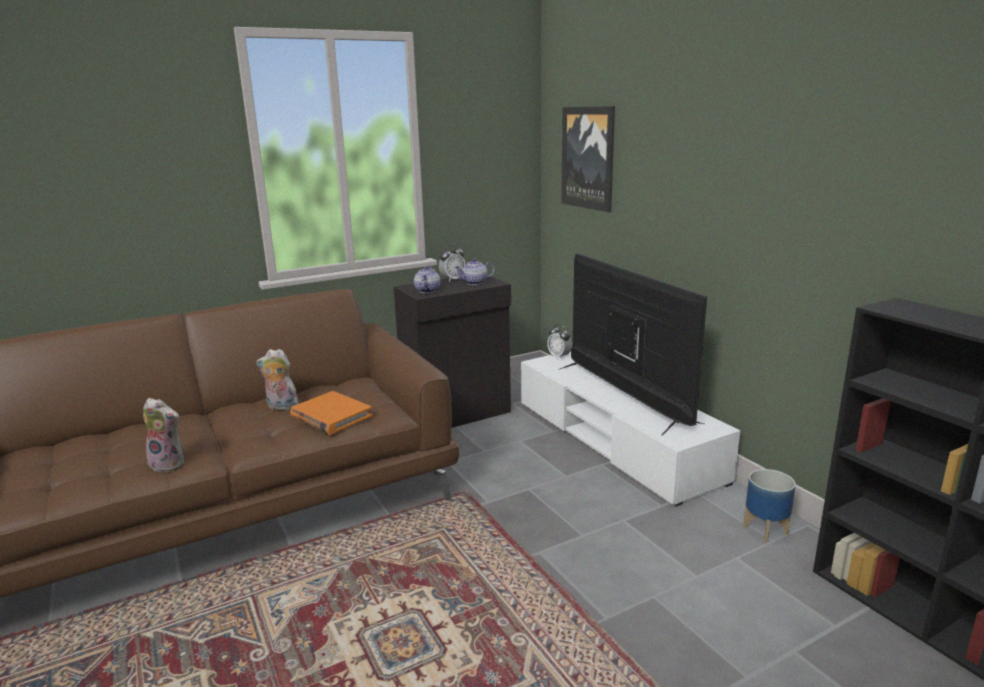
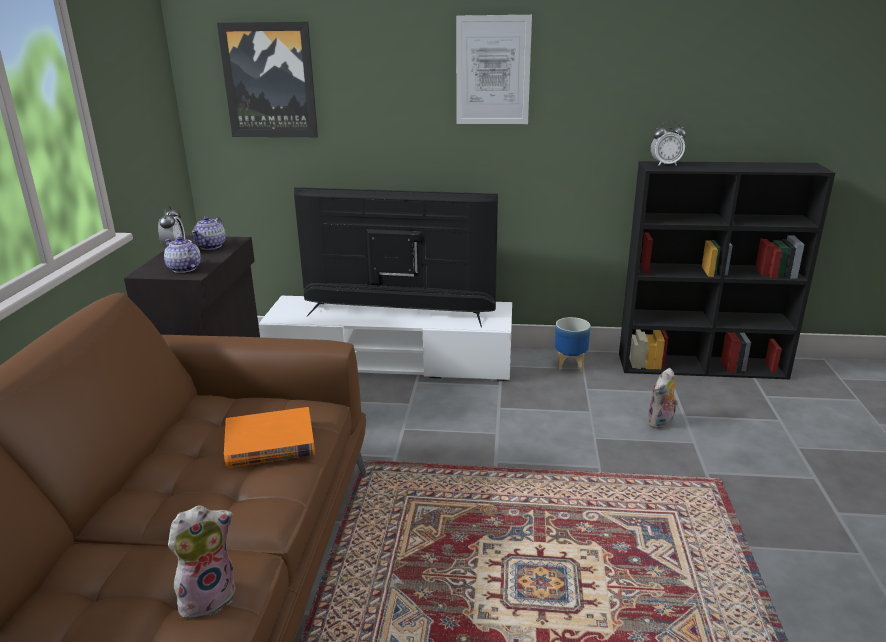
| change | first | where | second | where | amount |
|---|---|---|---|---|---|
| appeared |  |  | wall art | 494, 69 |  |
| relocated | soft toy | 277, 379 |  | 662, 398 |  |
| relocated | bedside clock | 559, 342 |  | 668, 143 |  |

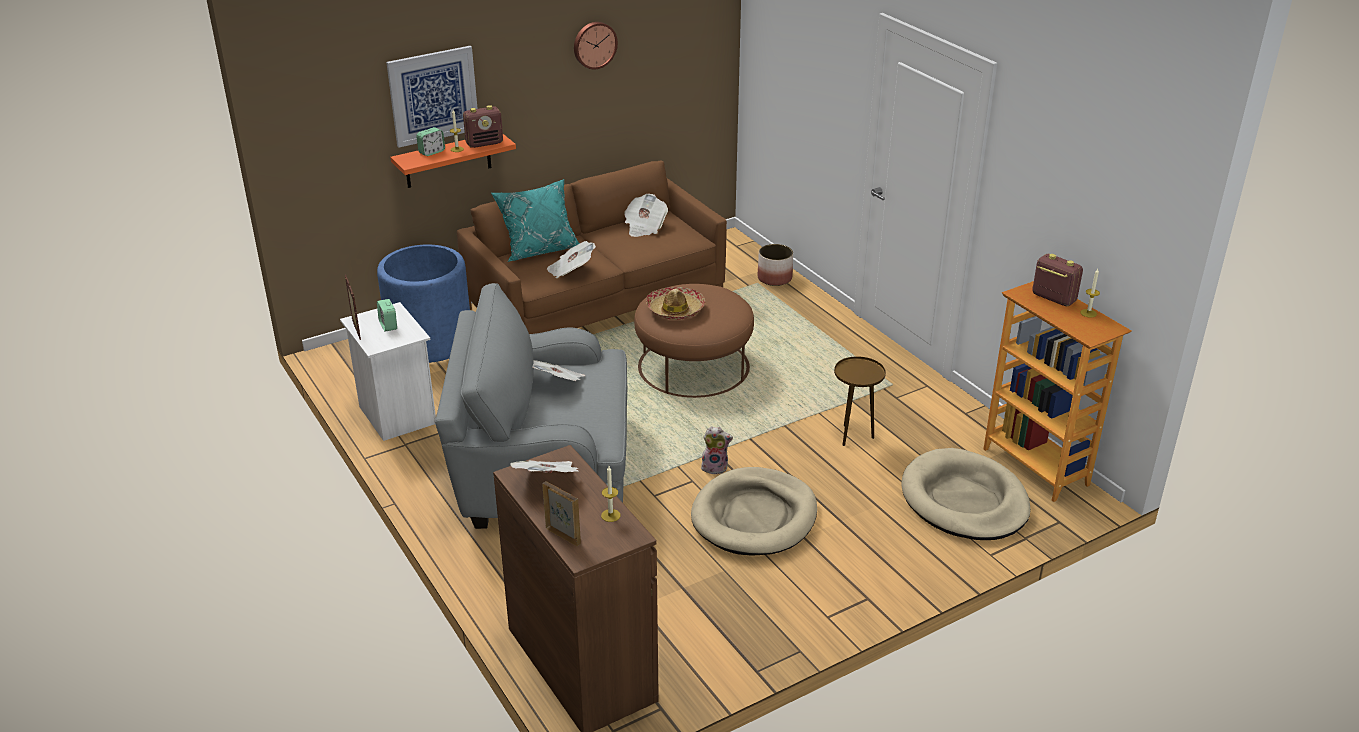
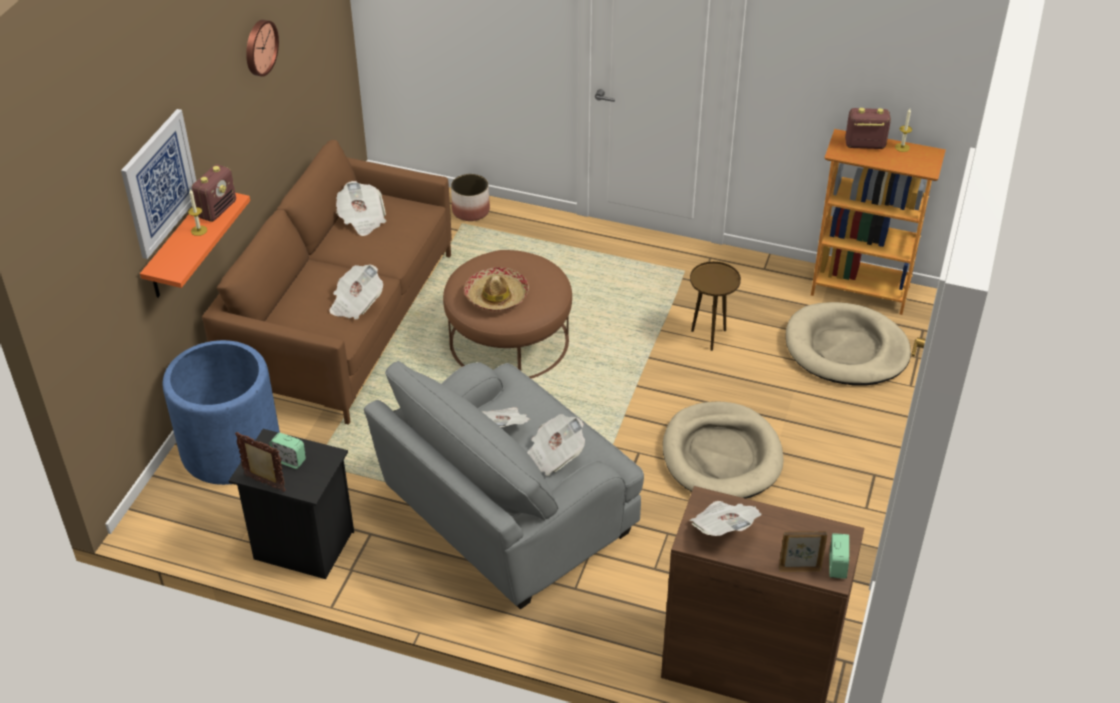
| change | first | where | second | where | amount |
|---|---|---|---|---|---|
| colour | bedside table in white-coloured | 388, 371 | bedside table in black-coloured | 291, 504 |  |
| appeared |  |  | printed paper | 556, 445 |  |
| relocated | bedside clock | 430, 141 |  | 839, 556 |  |
| missing | cushion in turquoise | 535, 220 |  |  |  |
| missing | candle | 611, 494 |  |  |  |
| missing | soft toy | 717, 450 |  |  |  |

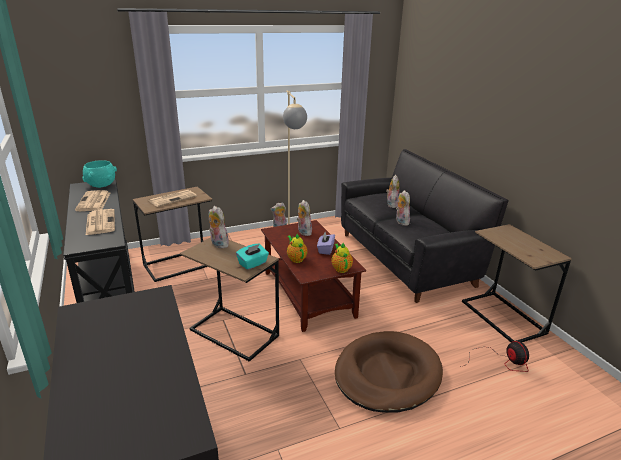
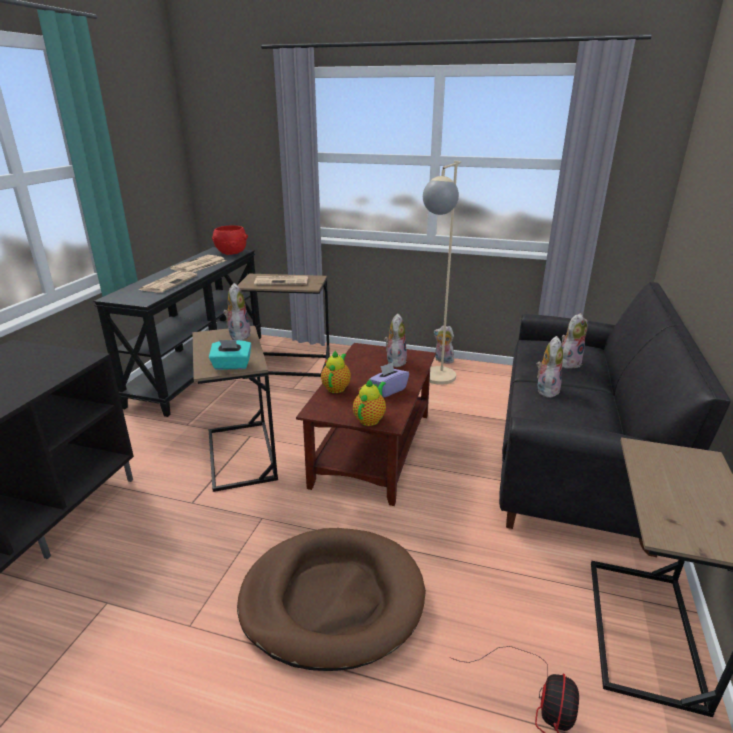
| change | first | where | second | where | amount |
|---|---|---|---|---|---|
| colour | bowl in turquoise | 99, 174 | bowl in reddish | 230, 240 |  |

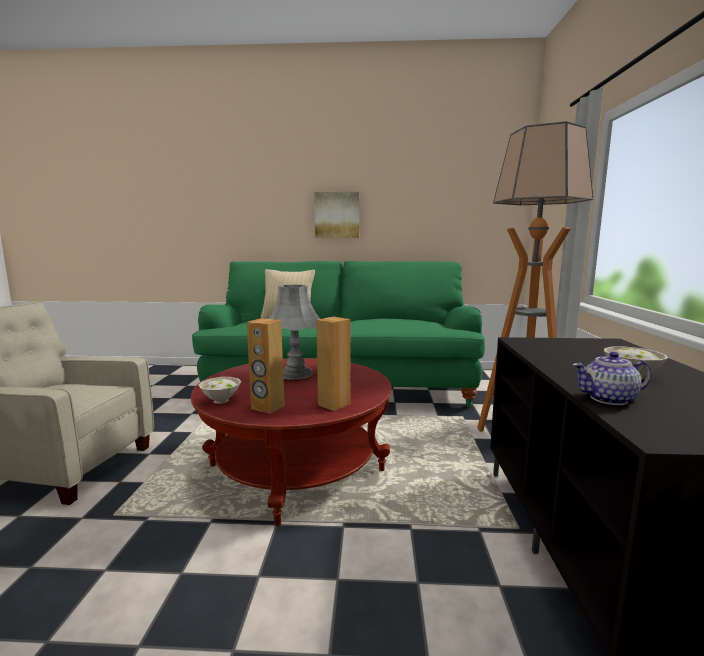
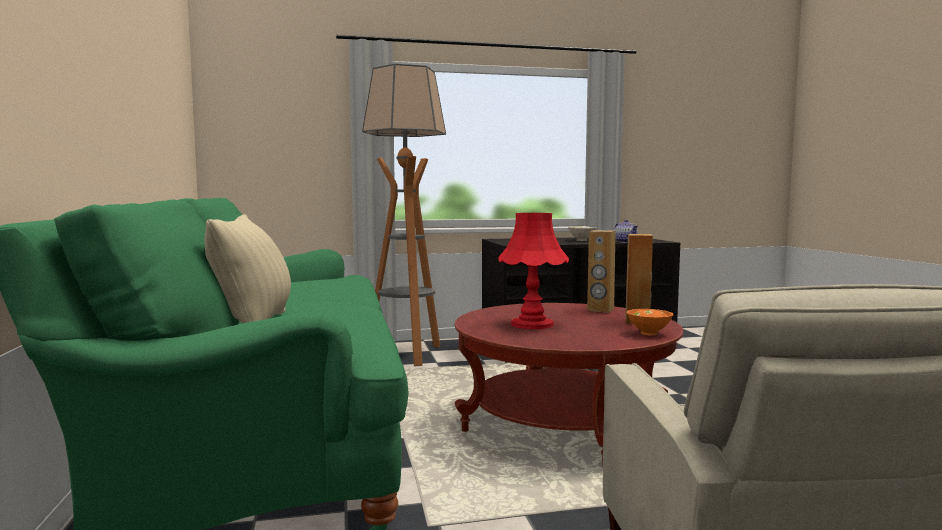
| change | first | where | second | where | amount |
|---|---|---|---|---|---|
| colour | table lamp in grey | 294, 332 | table lamp in reddish | 533, 271 |  |
| colour | bowl in white-coloured | 220, 390 | bowl in orangey | 650, 322 |  |
| missing | wall art | 336, 215 |  |  |  |

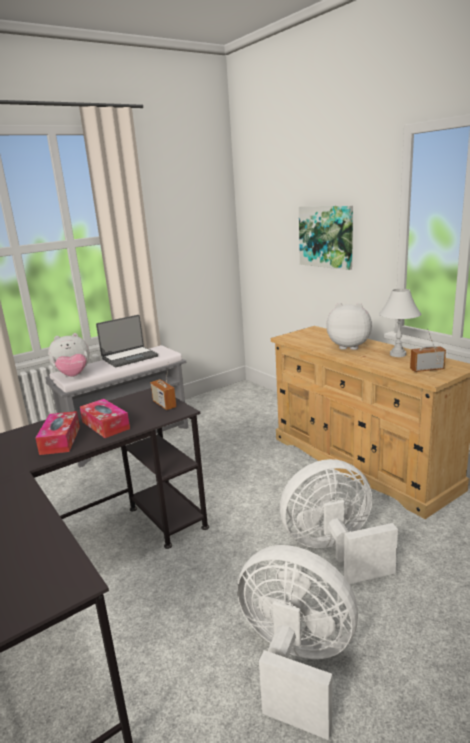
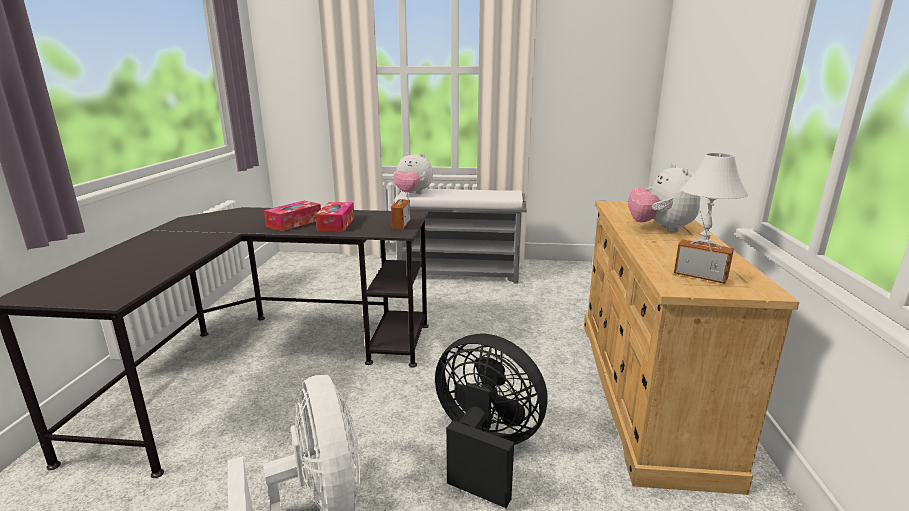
| change | first | where | second | where | amount |
|---|---|---|---|---|---|
| colour | fan in white-coloured | 339, 521 | fan in black-coloured | 491, 421 |  |
| spun | soft toy | 349, 326 |  | 664, 197 | 150 degrees counterclockwise |
| missing | portable computer | 127, 341 |  |  |  |
| missing | wall art | 326, 238 |  |  |  |

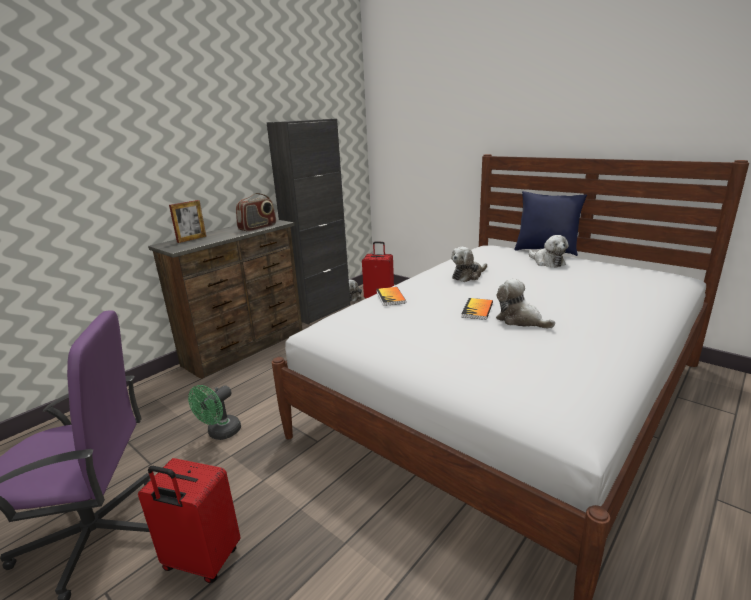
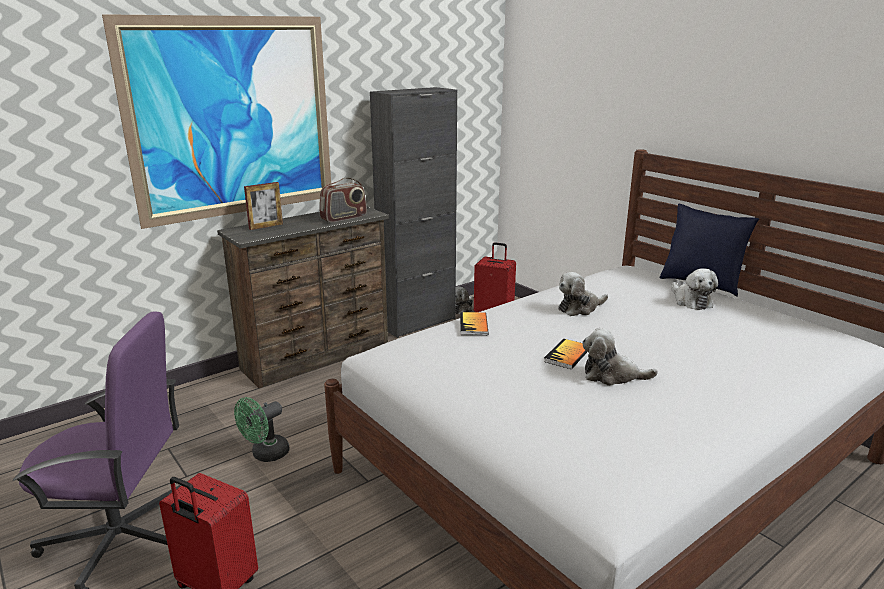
| change | first | where | second | where | amount |
|---|---|---|---|---|---|
| appeared |  |  | wall art | 216, 121 |  |
| spun | soft toy | 525, 304 |  | 620, 357 | 45 degrees counterclockwise |

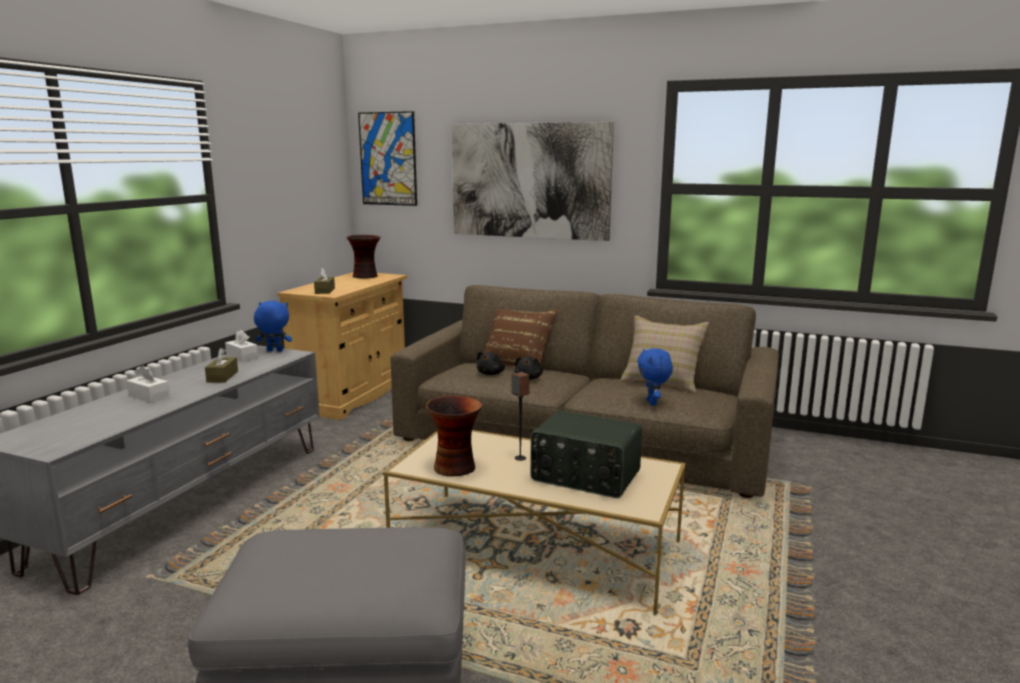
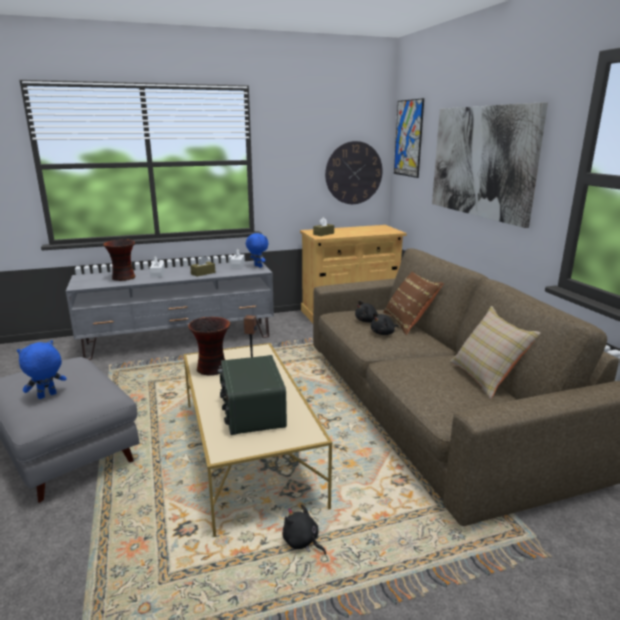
| change | first | where | second | where | amount |
|---|---|---|---|---|---|
| relocated | soft toy in blue-coloured | 655, 377 |  | 42, 369 |  |
| relocated | vase | 363, 256 |  | 119, 260 |  |
| appeared |  |  | soft toy in black-coloured | 304, 529 |  |
| appeared |  |  | wall clock | 354, 172 |  |

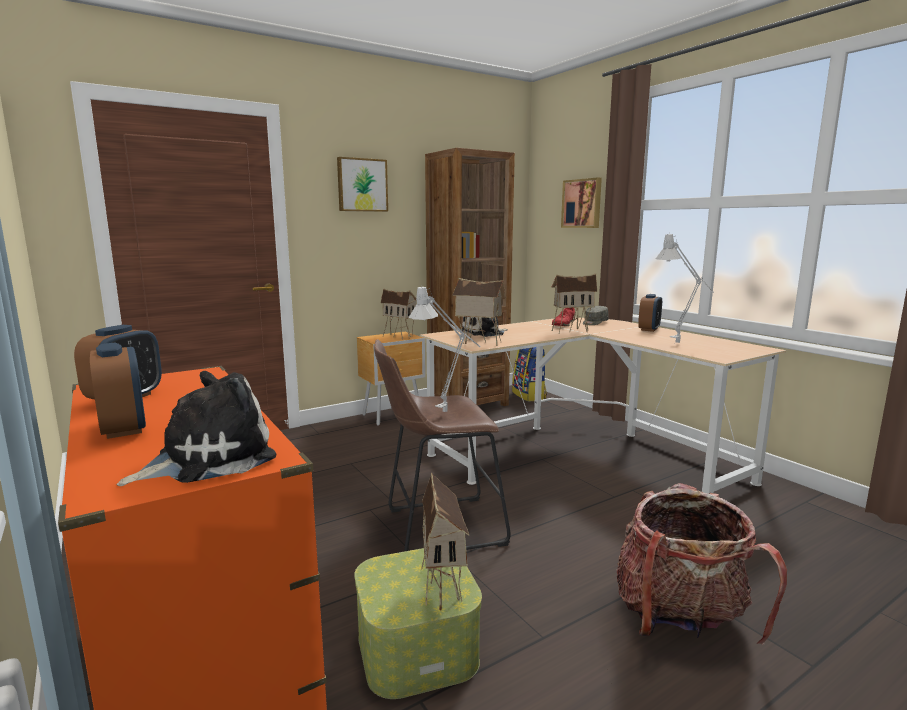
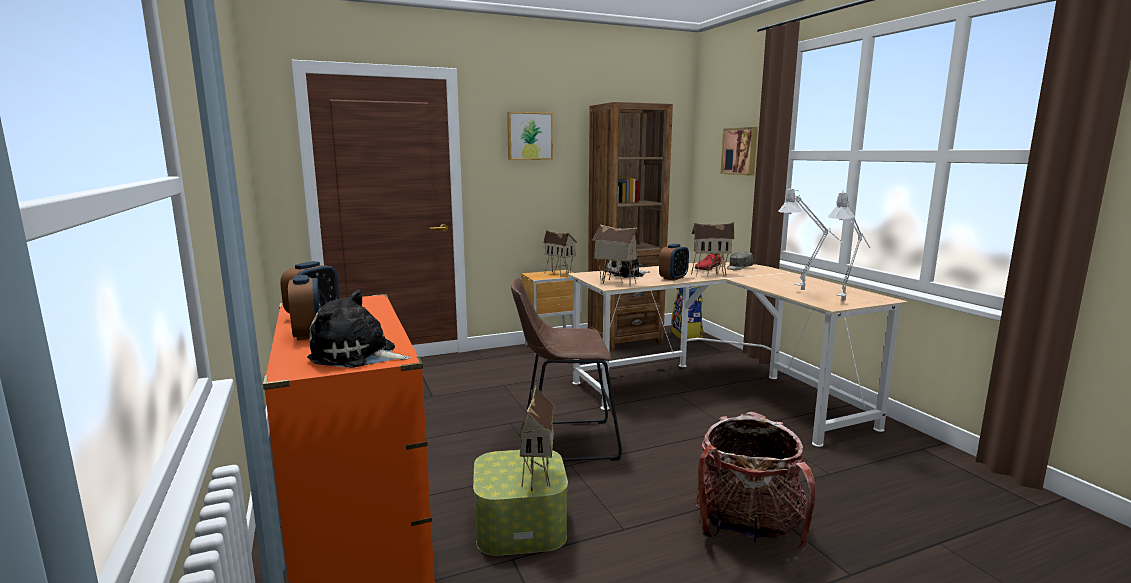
| change | first | where | second | where | amount |
|---|---|---|---|---|---|
| spun | soft toy | 196, 428 |  | 359, 329 | 135 degrees counterclockwise |
| relocated | bedside clock | 650, 313 |  | 674, 262 |  |
| relocated | table lamp in grey | 445, 350 |  | 849, 246 |  |

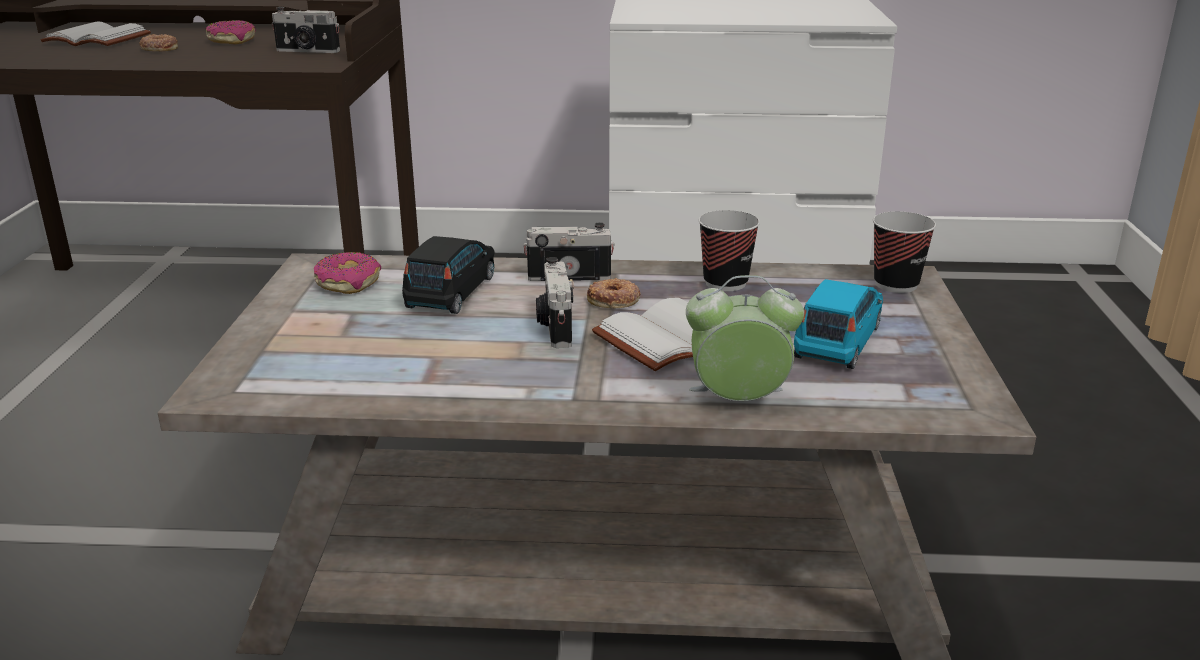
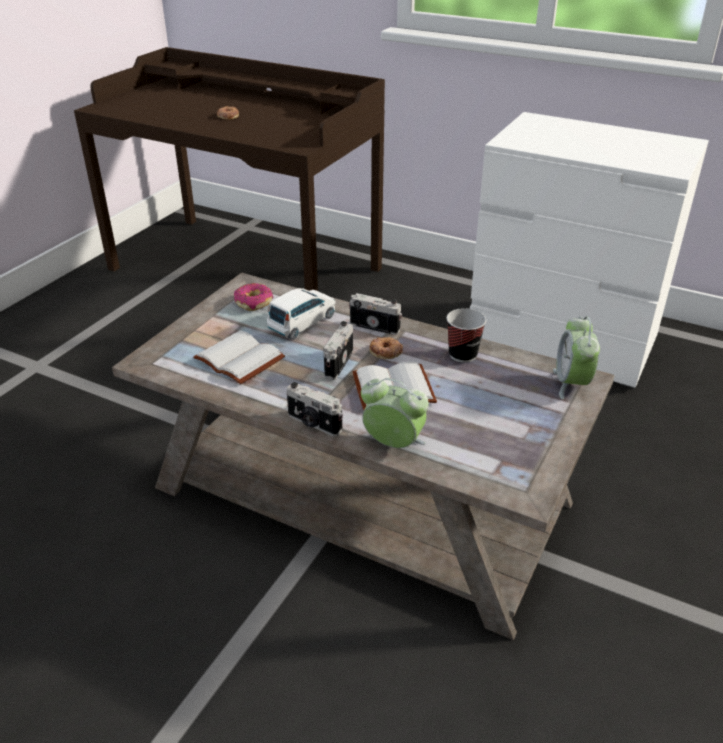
| change | first | where | second | where | amount |
|---|---|---|---|---|---|
| relocated | bound book in white-coloured | 96, 34 |  | 239, 357 |  |
| colour | miniature car in black-coloured | 448, 275 | miniature car in white-coloured | 301, 314 |  |
| relocated | photo camera | 306, 30 |  | 314, 409 |  |
| exchanged | cup | 904, 252 | bedside clock | 576, 357 |  |
| missing | donut | 231, 32 |  |  |  |
| missing | miniature car in blue-coloured | 838, 324 |  |  |  |

